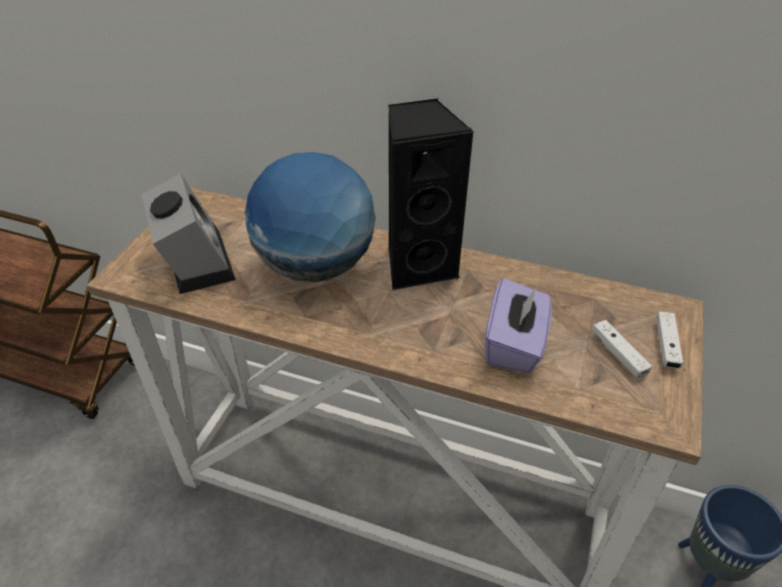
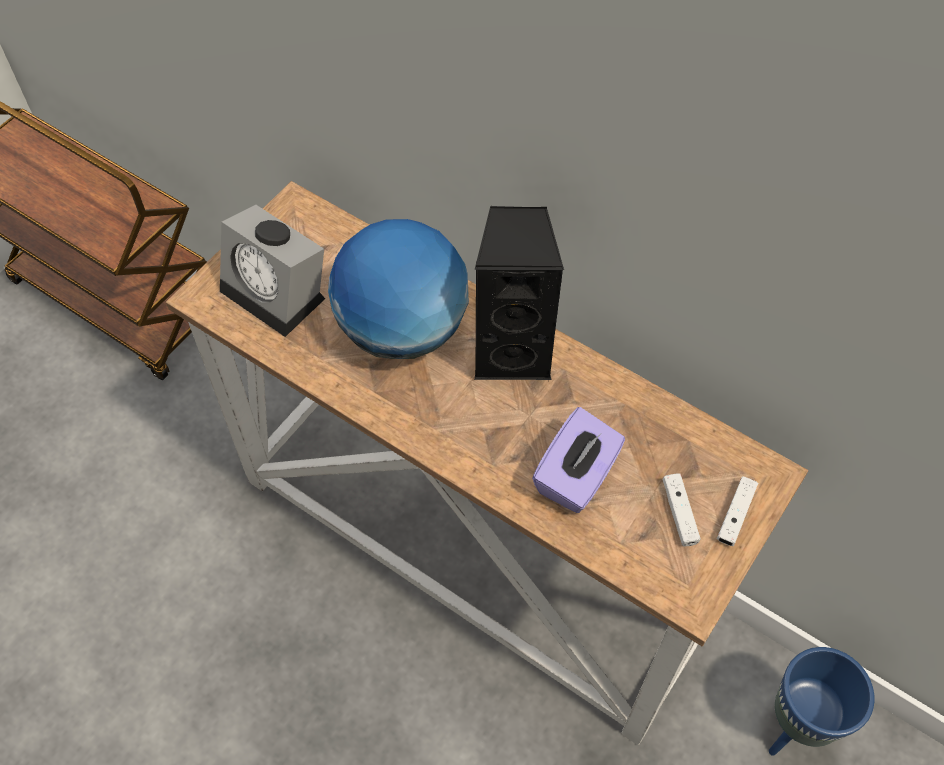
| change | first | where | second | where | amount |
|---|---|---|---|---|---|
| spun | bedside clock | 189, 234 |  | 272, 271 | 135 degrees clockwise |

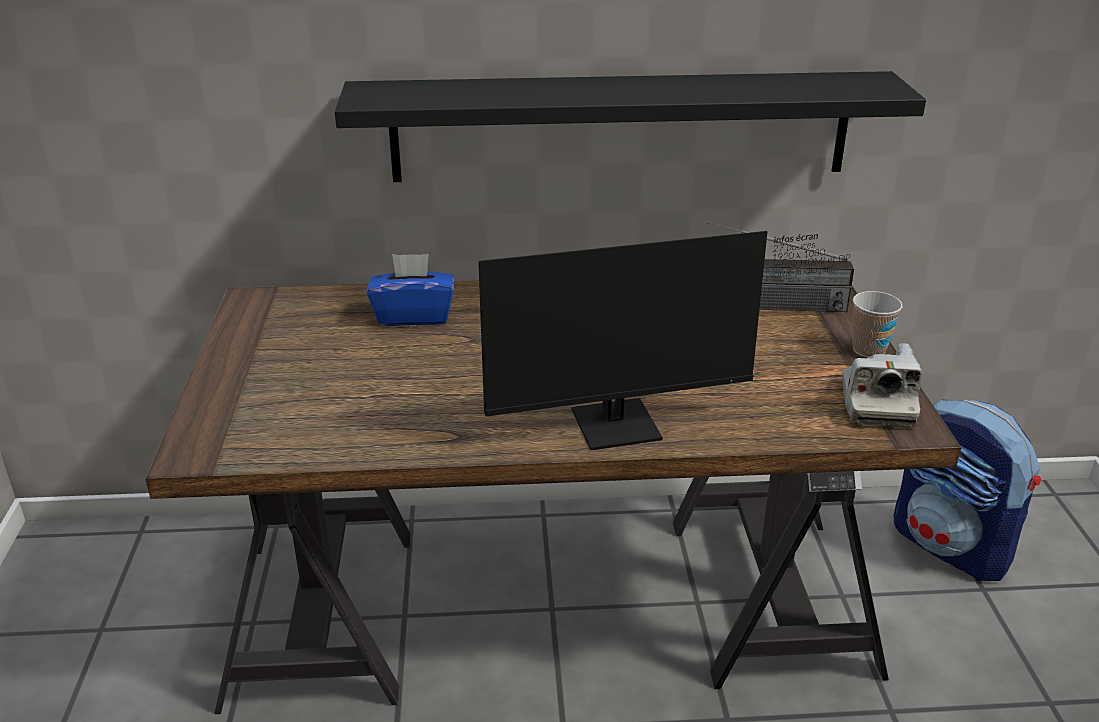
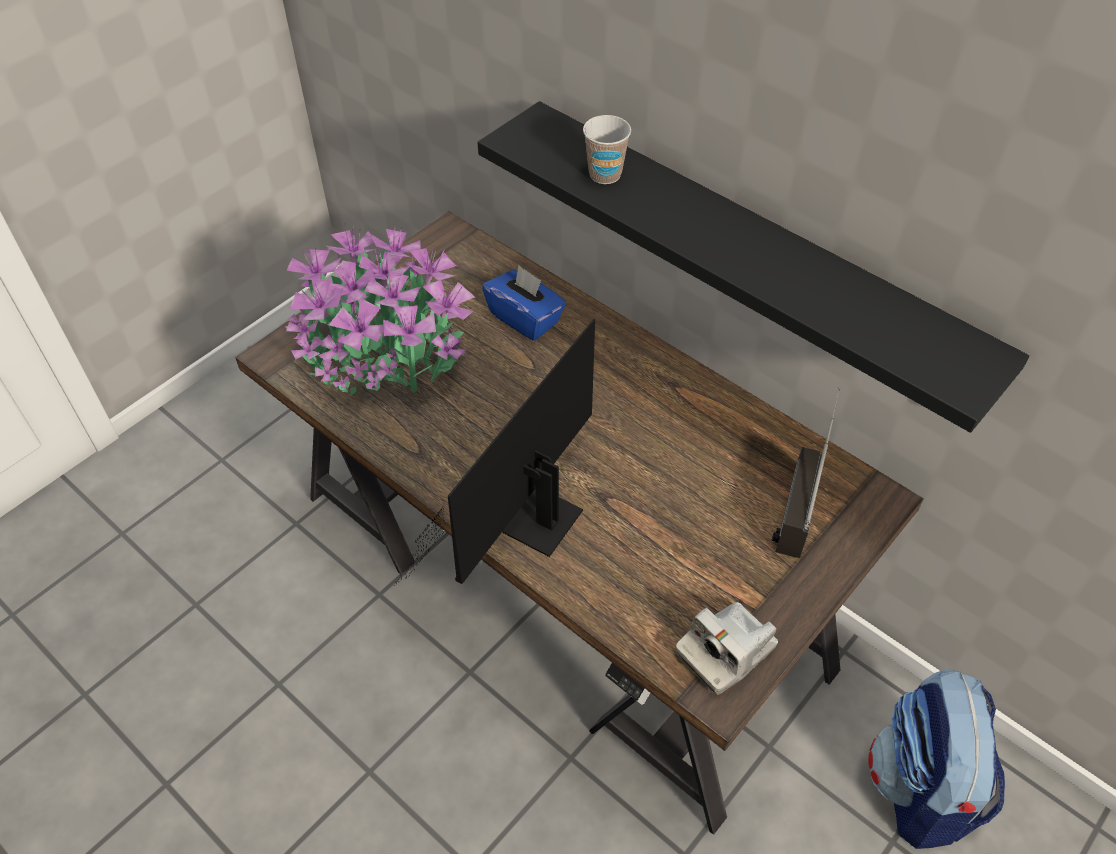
| change | first | where | second | where | amount |
|---|---|---|---|---|---|
| appeared |  |  | plant in a pot | 380, 309 |  |
| spun | computer screen | 664, 340 |  | 494, 452 | 90 degrees clockwise |
| relocated | cup | 877, 324 |  | 607, 149 |  |
| spun | radio | 780, 267 |  | 806, 472 | 60 degrees clockwise |

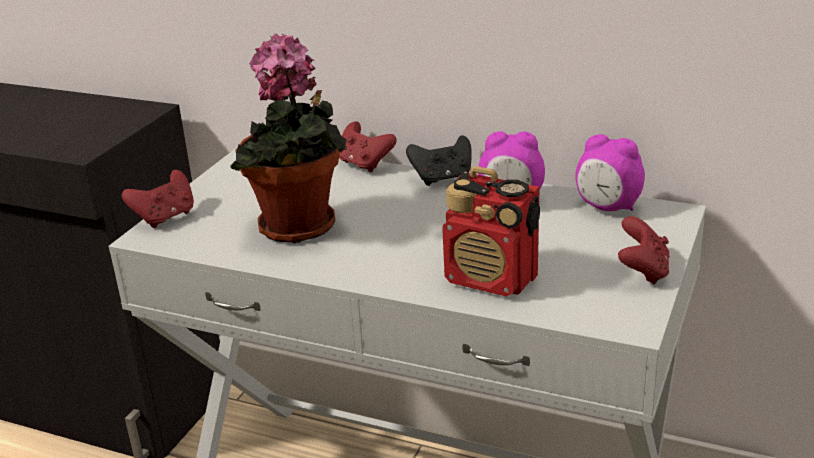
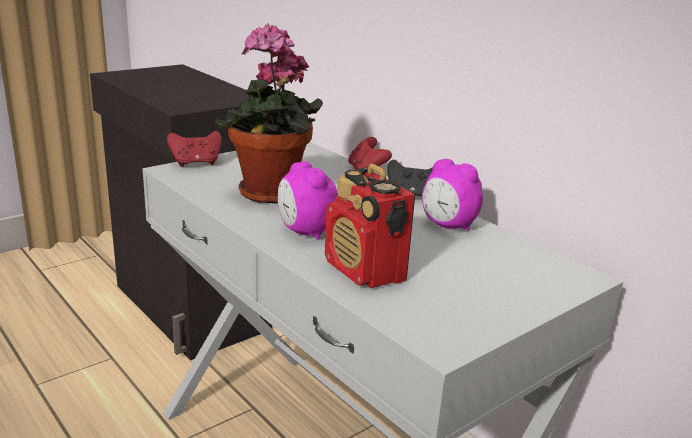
| change | first | where | second | where | amount |
|---|---|---|---|---|---|
| relocated | bedside clock | 610, 172 |  | 308, 201 |  |
| missing | gamepad in reddish | 644, 250 |  |  |  |

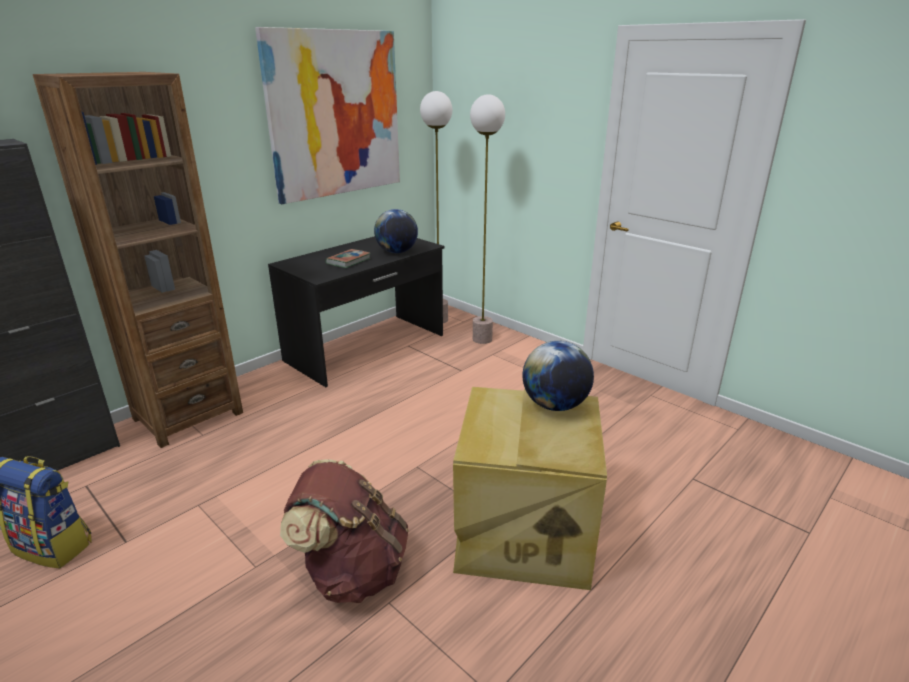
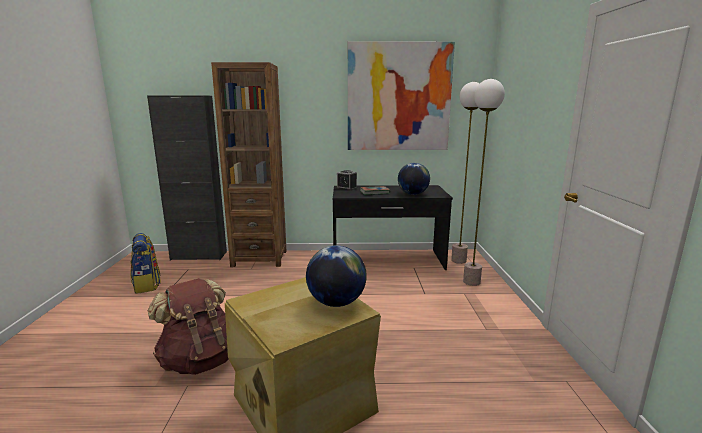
| change | first | where | second | where | amount |
|---|---|---|---|---|---|
| appeared |  |  | bedside clock | 346, 180 |  |

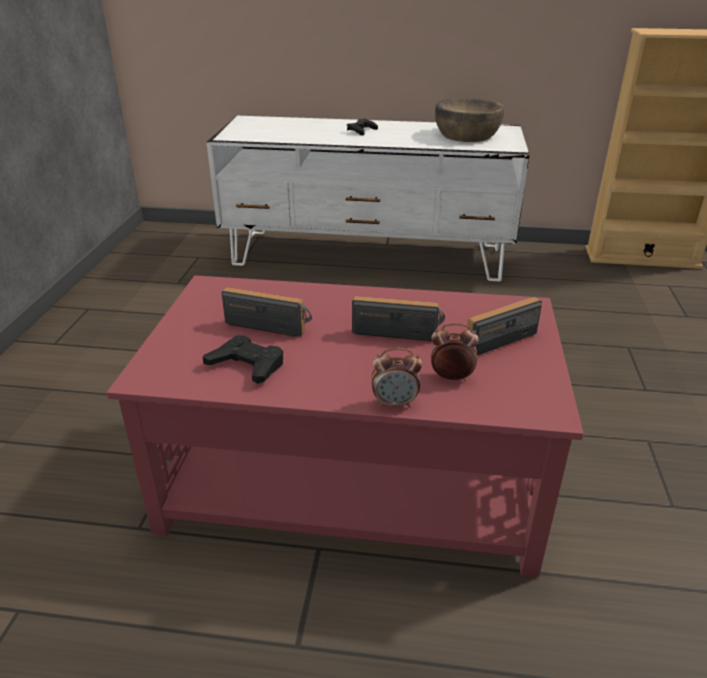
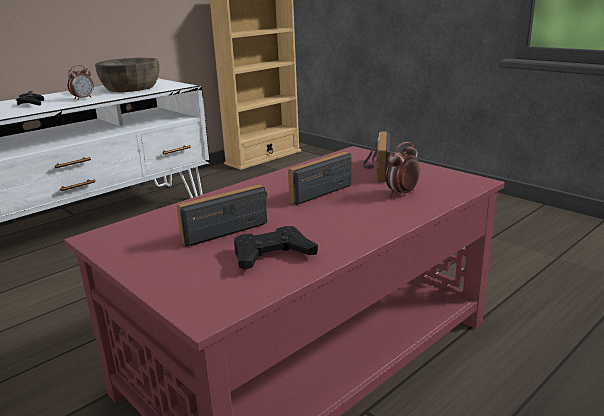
| change | first | where | second | where | amount |
|---|---|---|---|---|---|
| relocated | bedside clock | 396, 378 |  | 80, 82 |  |

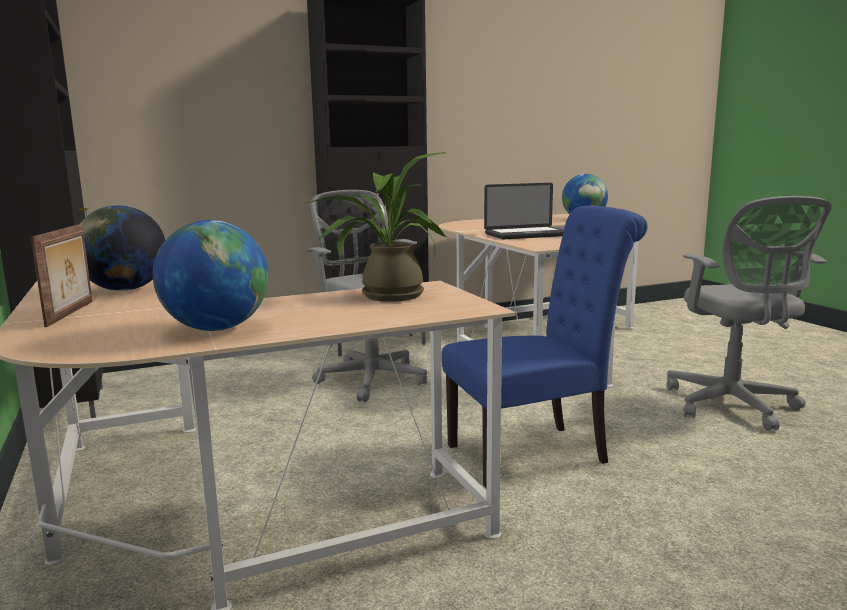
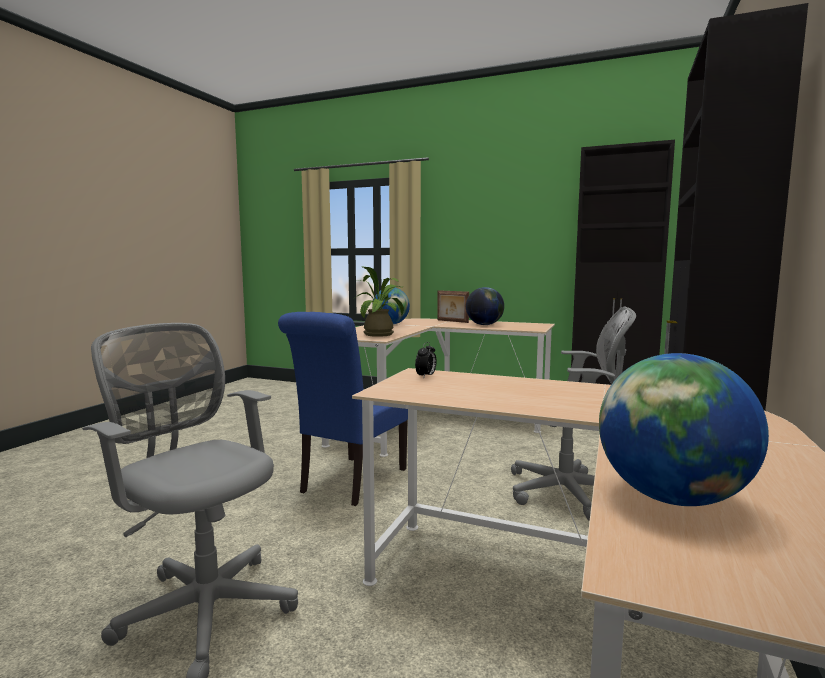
| change | first | where | second | where | amount |
|---|---|---|---|---|---|
| appeared |  |  | bedside clock | 425, 359 |  |
| missing | portable computer | 524, 211 |  |  |  |

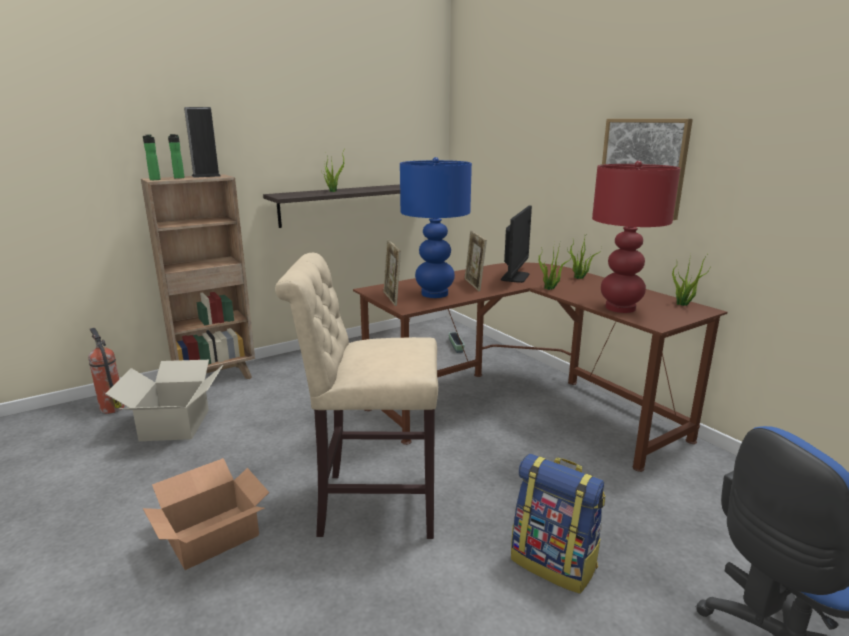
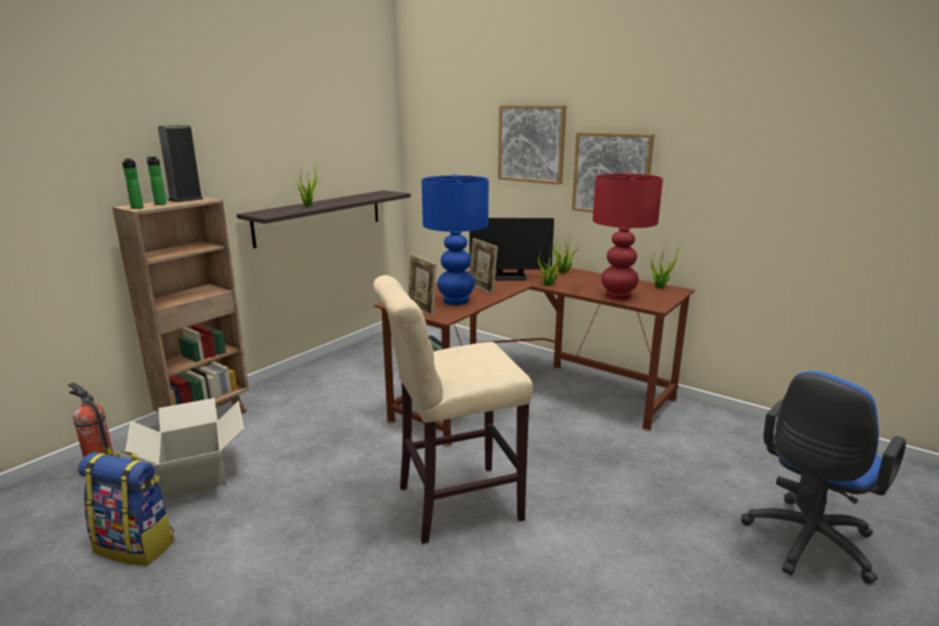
| change | first | where | second | where | amount |
|---|---|---|---|---|---|
| relocated | knapsack | 558, 524 |  | 126, 508 |  |
| spun | computer screen | 516, 244 |  | 511, 249 | 90 degrees clockwise |
| appeared |  |  | wall art | 532, 145 |  |
| missing | cardboard box | 206, 514 |  |  |  |

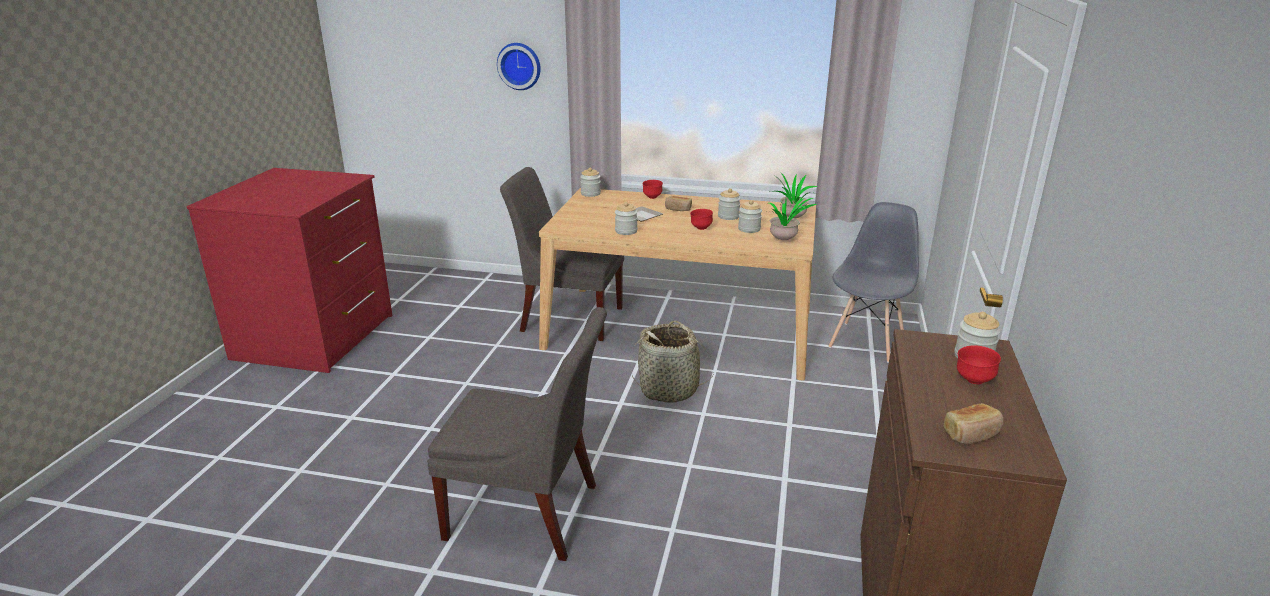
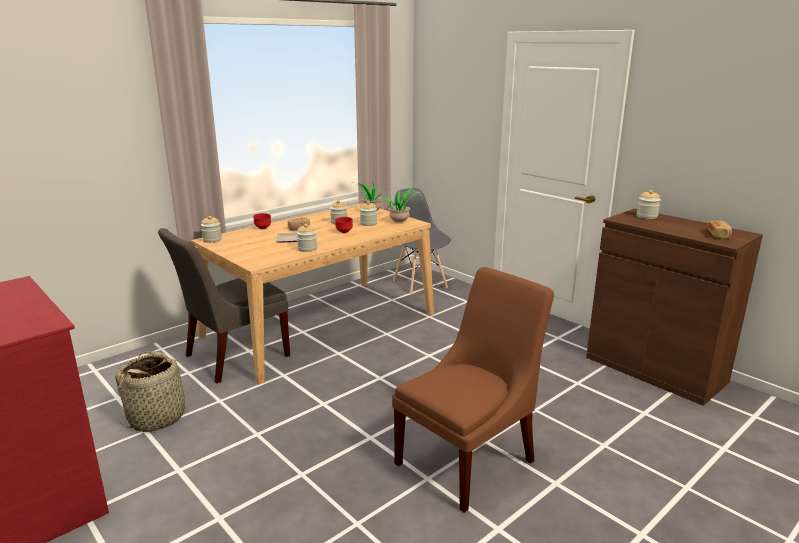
| change | first | where | second | where | amount |
|---|---|---|---|---|---|
| relocated | basket | 673, 362 |  | 154, 391 |  |
| colour | upright chair in grey | 517, 434 | upright chair in brownish | 473, 390 |  |
| missing | wall clock | 519, 66 |  |  |  |
| missing | bowl in reddish | 979, 364 |  |  |  |

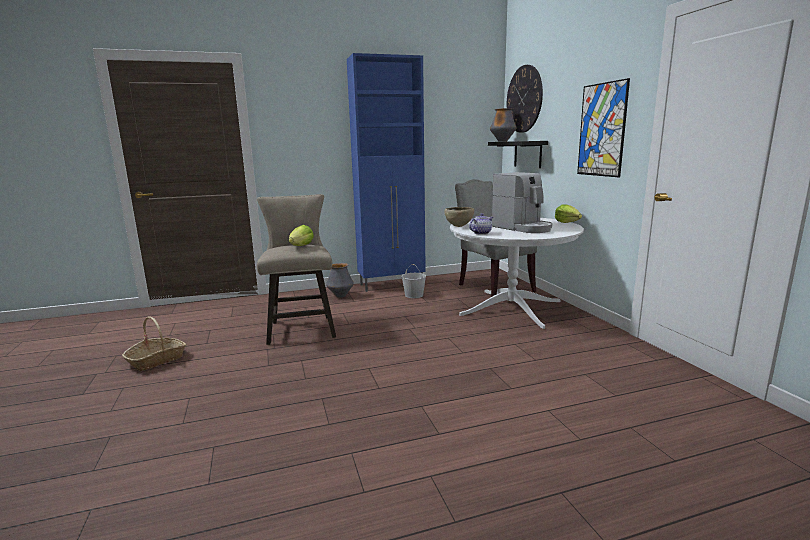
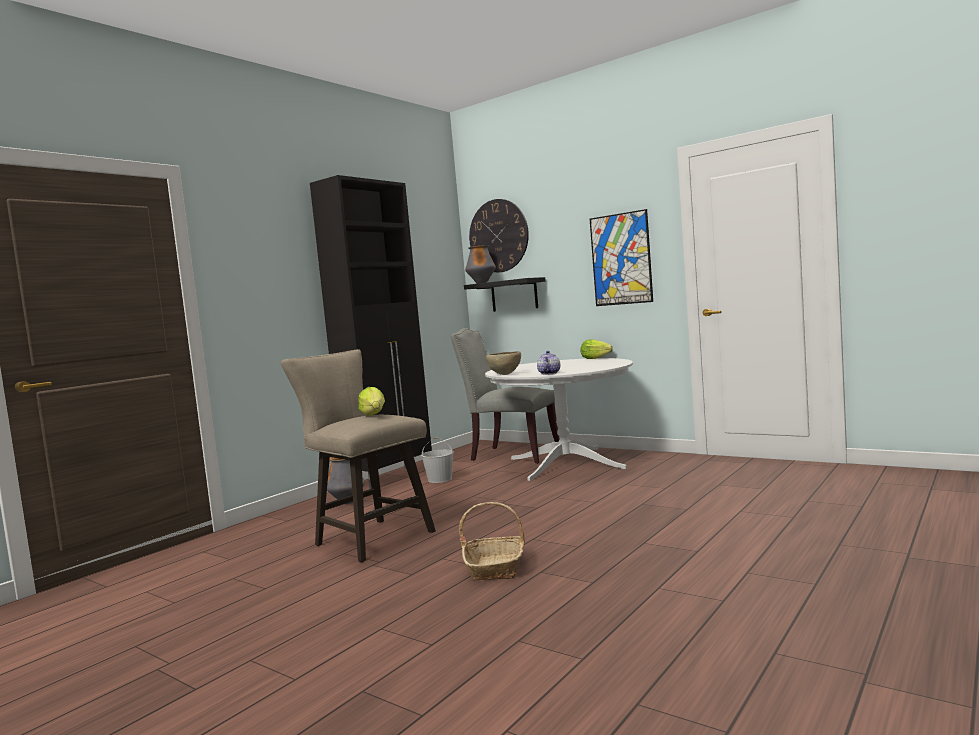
| change | first | where | second | where | amount |
|---|---|---|---|---|---|
| colour | cabinet in blue-coloured | 386, 172 | cabinet in black-coloured | 371, 332 |  |
| relocated | basket | 154, 344 |  | 492, 541 |  |
| missing | coffee machine | 522, 202 |  |  |  |

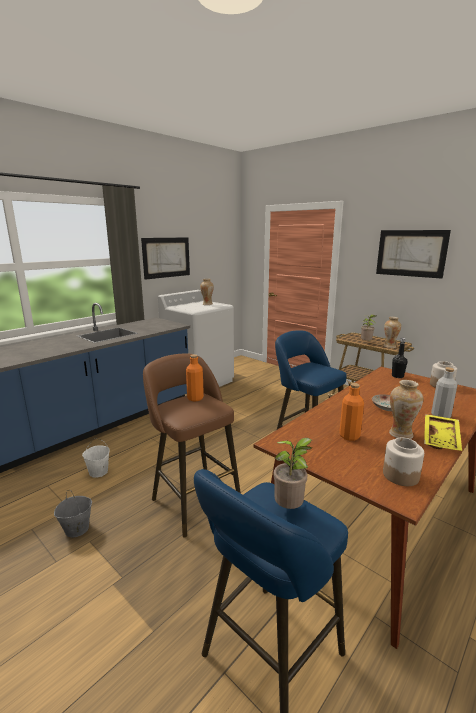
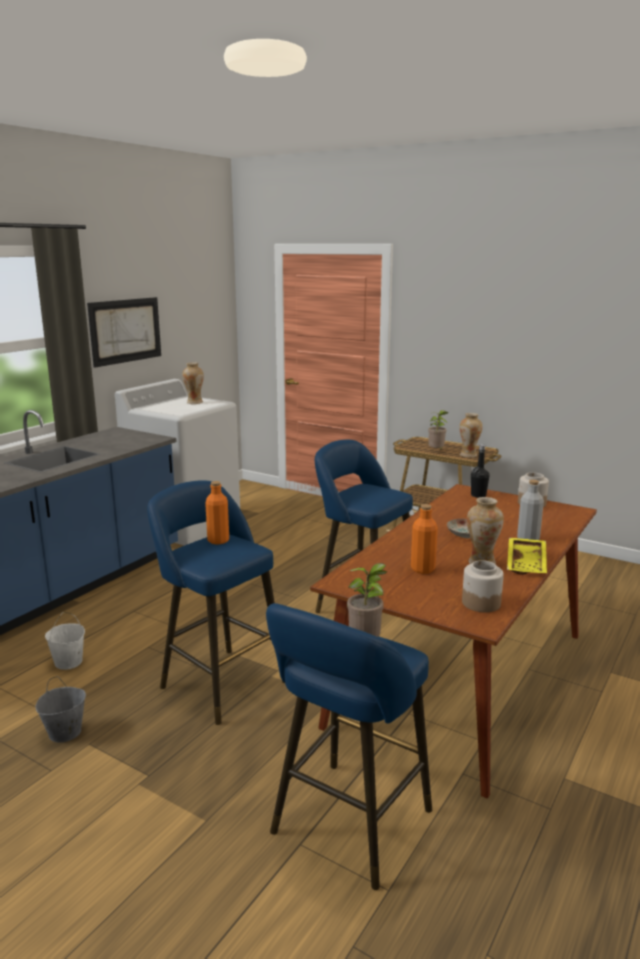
| change | first | where | second | where | amount |
|---|---|---|---|---|---|
| colour | stool in brownish | 192, 445 | stool in blue-coloured | 215, 602 |  |
| missing | wall art | 413, 254 |  |  |  |

